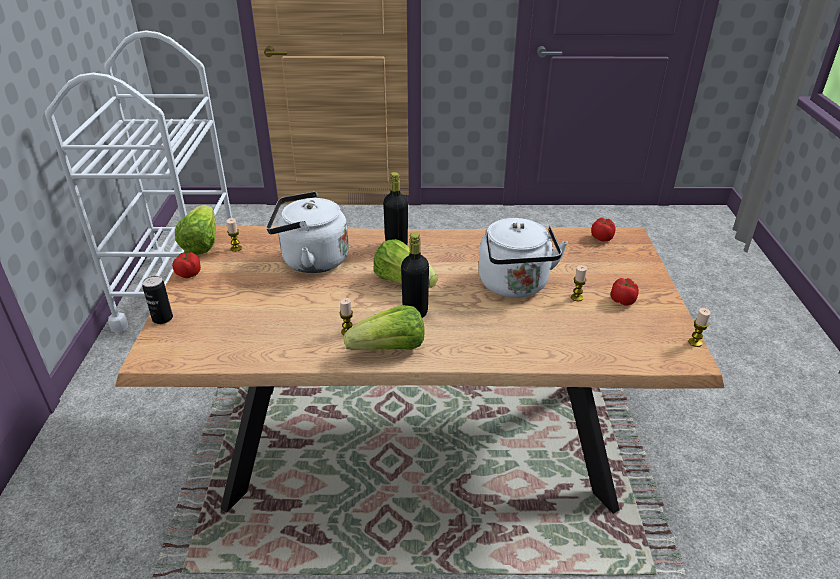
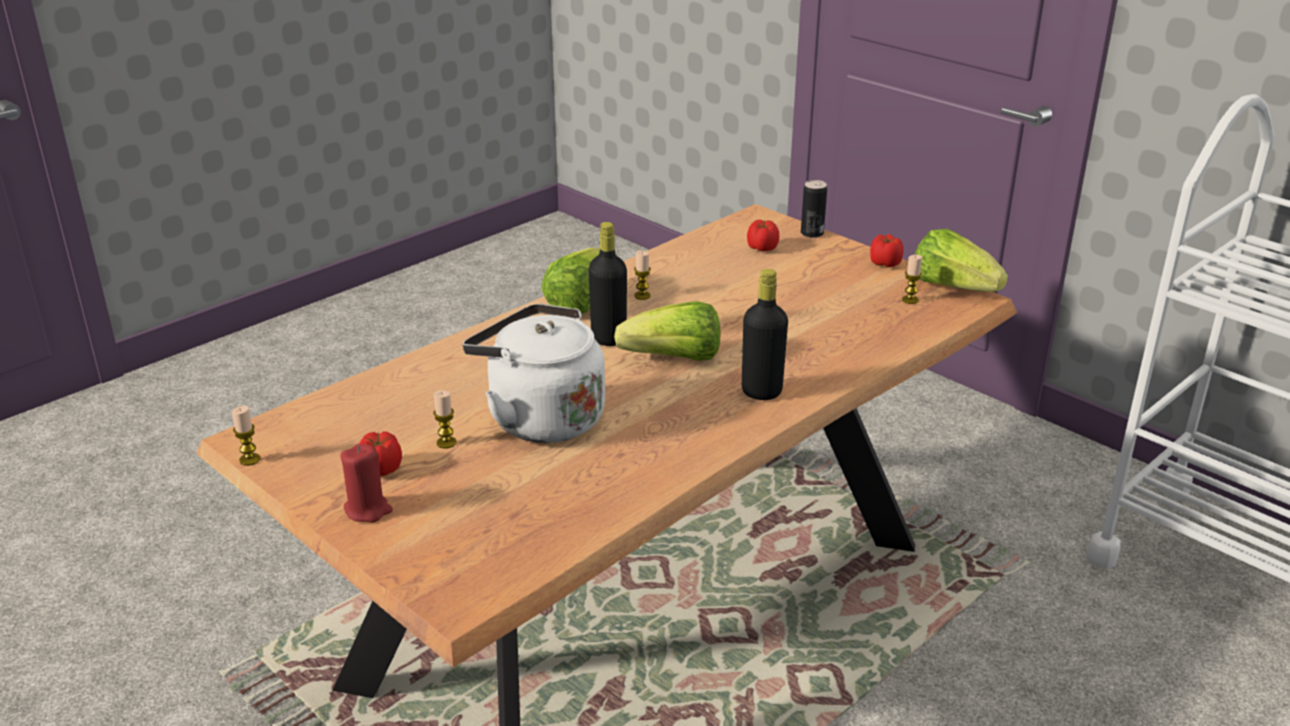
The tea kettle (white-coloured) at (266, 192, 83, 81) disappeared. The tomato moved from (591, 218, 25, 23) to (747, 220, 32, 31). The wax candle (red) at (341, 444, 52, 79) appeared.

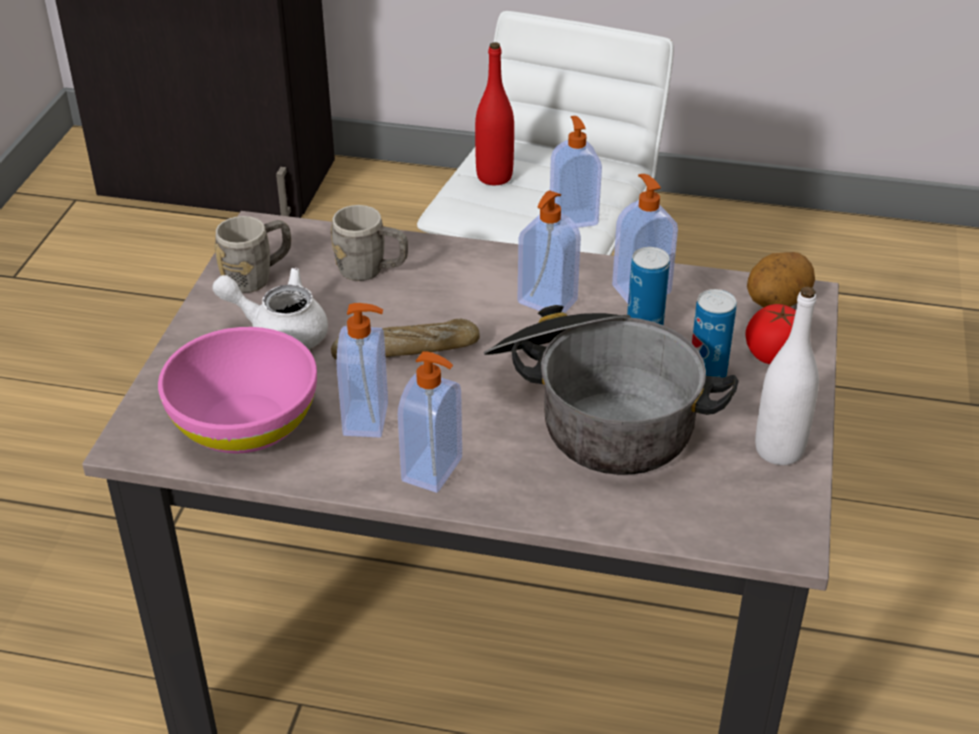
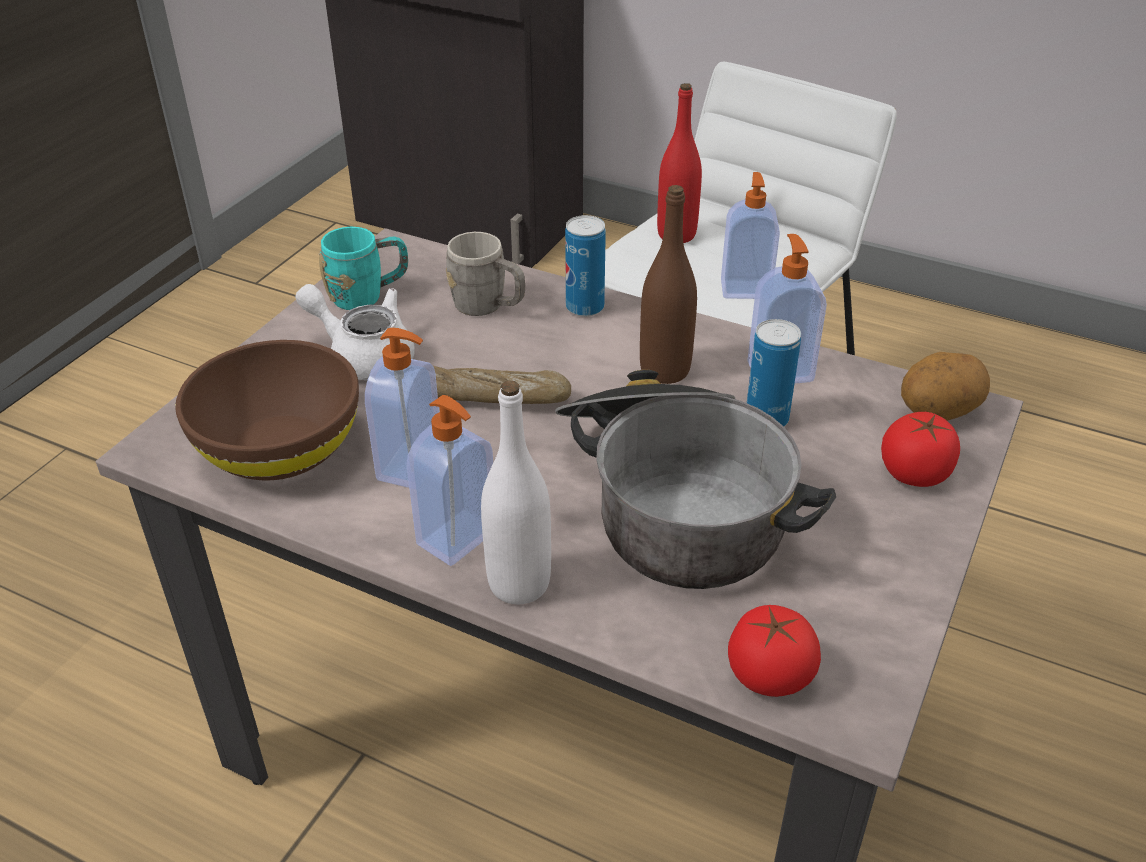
The soap bottle at (517, 190, 64, 123) was replaced by the beverage bottle (brownish) at (640, 185, 57, 199). The mug (grey) at (214, 216, 77, 77) became the mug (turquoise) at (319, 227, 89, 83). The beverage bottle (white-coloured) moved from (755, 287, 64, 178) to (481, 381, 70, 223). The metal can moved from (692, 289, 44, 89) to (565, 215, 41, 102). The serving bowl (pink) at (158, 327, 159, 126) became the serving bowl (brownish) at (175, 340, 184, 140). The tomato at (728, 605, 93, 92) appeared.

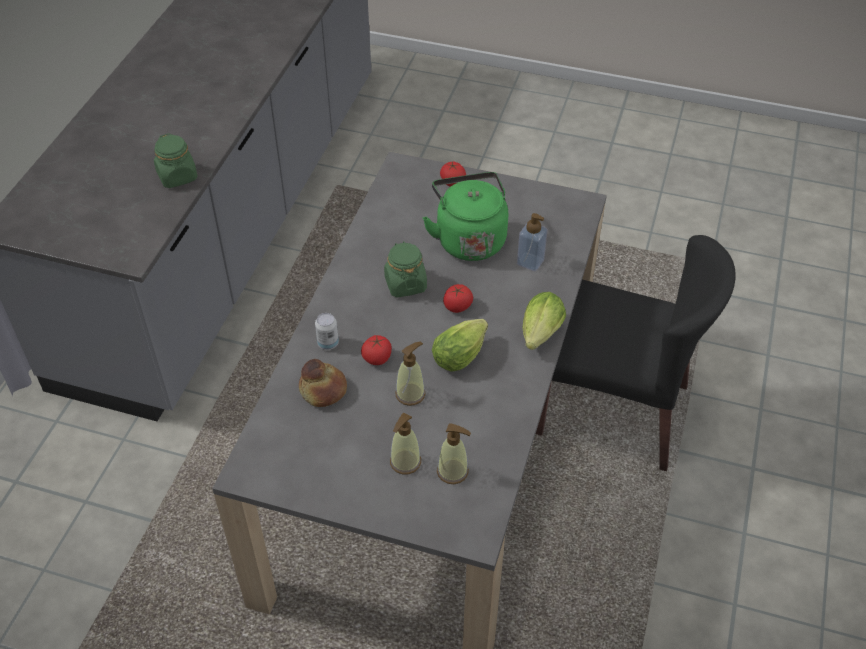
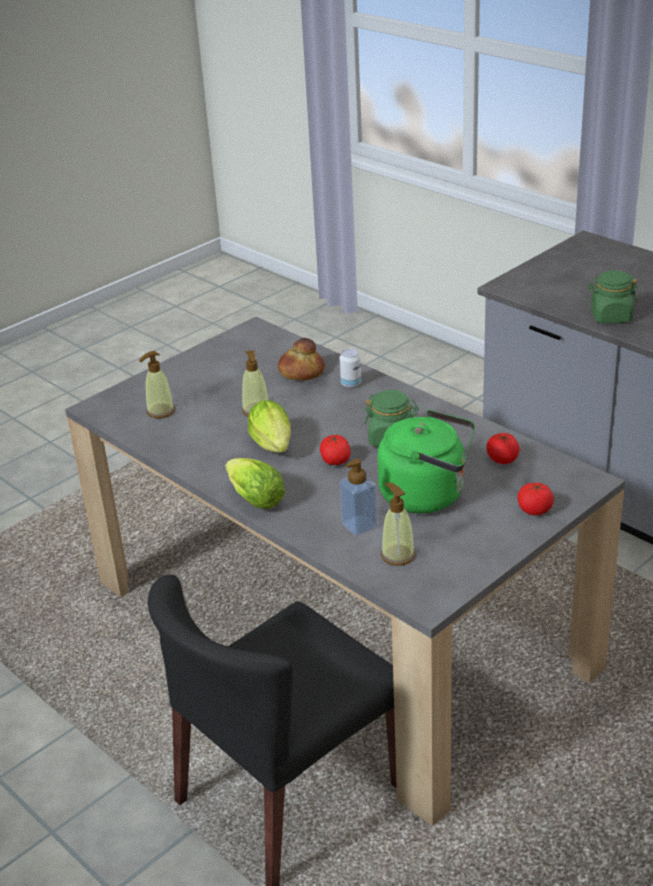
The tomato moved from (361, 335, 31, 30) to (486, 433, 34, 31). The soap bottle moved from (390, 413, 31, 61) to (381, 482, 34, 84).

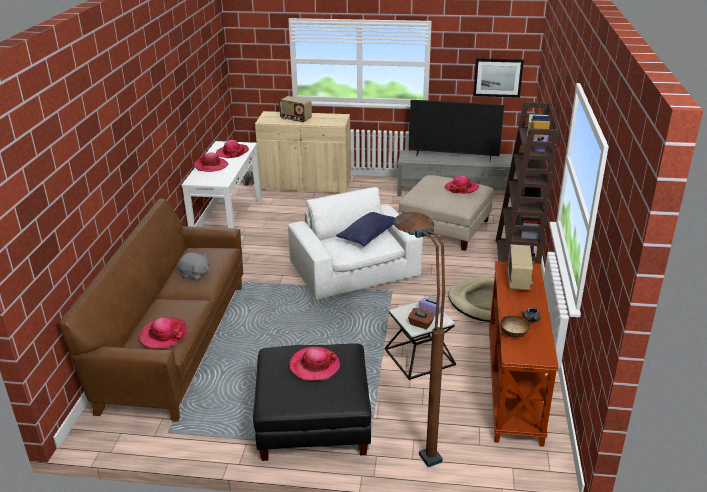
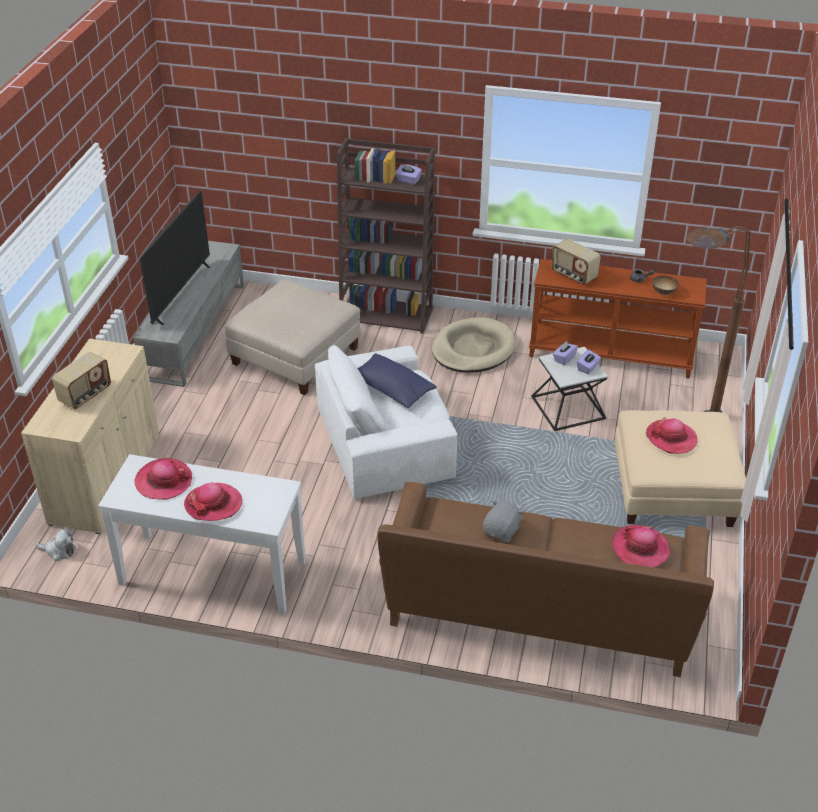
The wall art at (473, 58, 51, 40) disappeared. The wearable hat at (445, 175, 34, 19) disappeared. The radio set at (508, 244, 25, 46) turned 150 degrees counterclockwise. The box of tissues (brownish) at (408, 308, 27, 21) became the box of tissues (purple-coloured) at (577, 350, 24, 24). The footrest (black) at (253, 343, 118, 118) became the footrest (beige-coloured) at (615, 410, 131, 117).

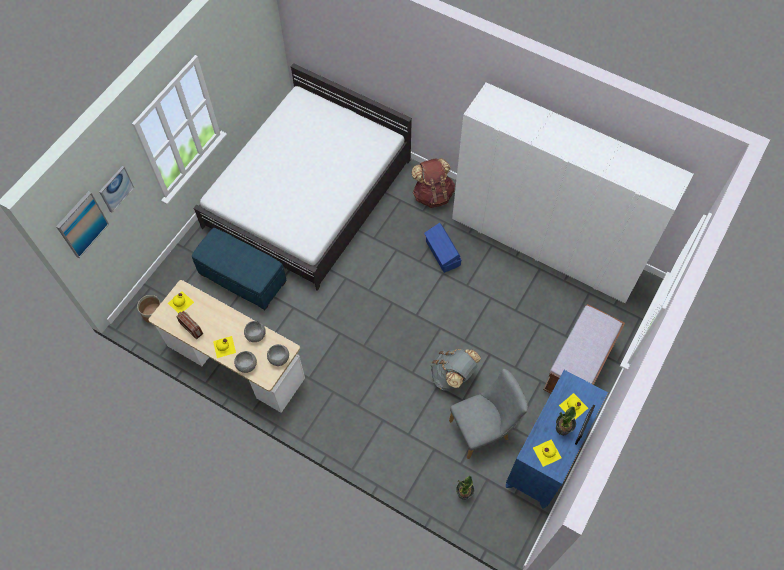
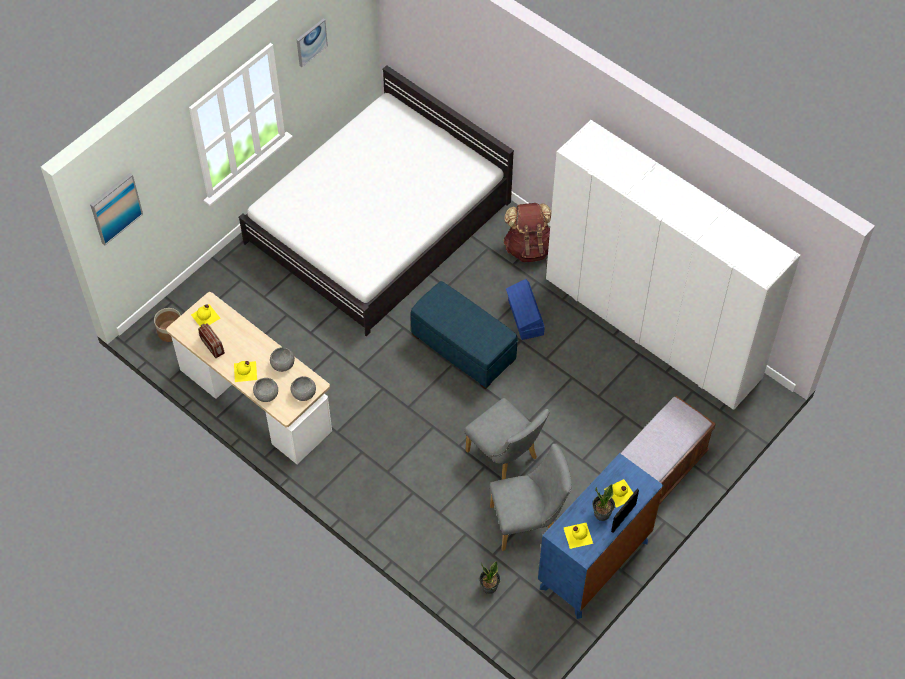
The wall art moved from (99, 166, 35, 46) to (297, 18, 31, 49). The footrest (blue) moved from (192, 228, 94, 82) to (411, 281, 107, 109). The knapsack (grey) at (431, 349, 50, 42) was replaced by the upright chair (grey) at (465, 398, 85, 82).

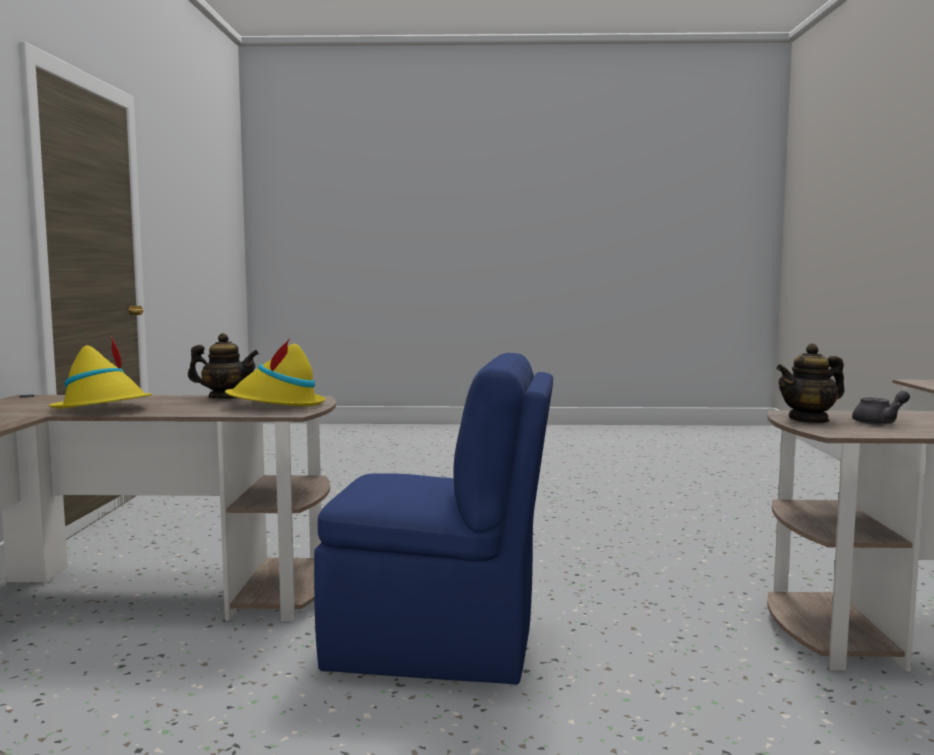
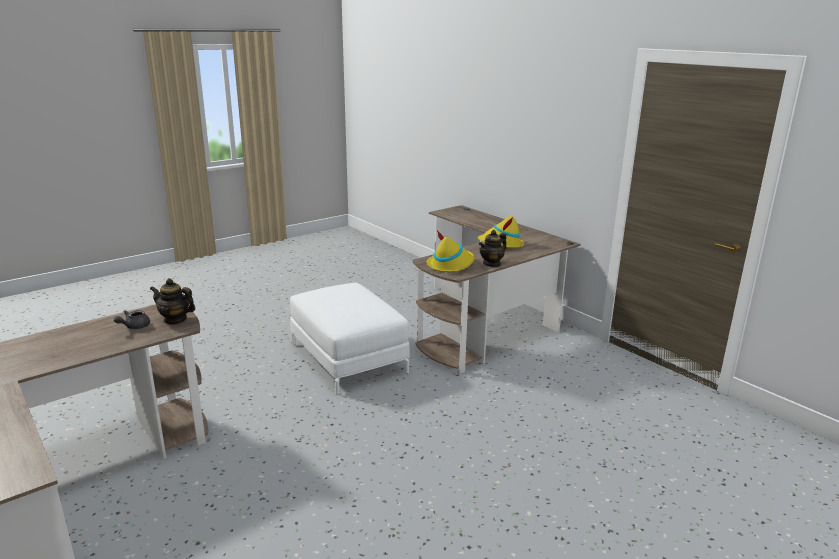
The pot for tea at (776, 343, 69, 80) turned 105 degrees counterclockwise. The upright chair (blue) at (314, 353, 239, 332) was replaced by the footrest (white-coloured) at (290, 283, 120, 111).

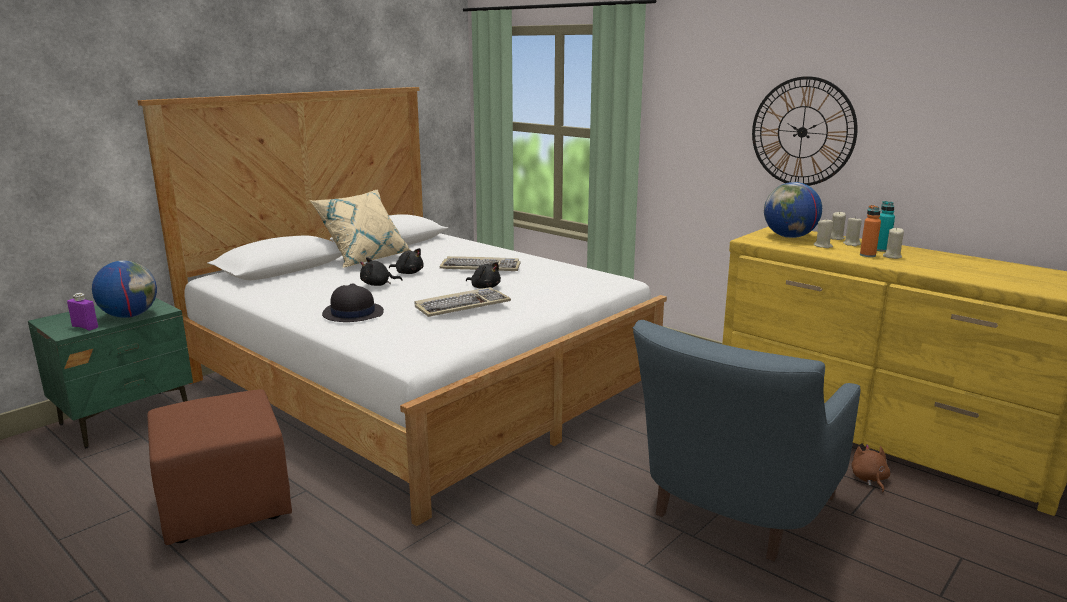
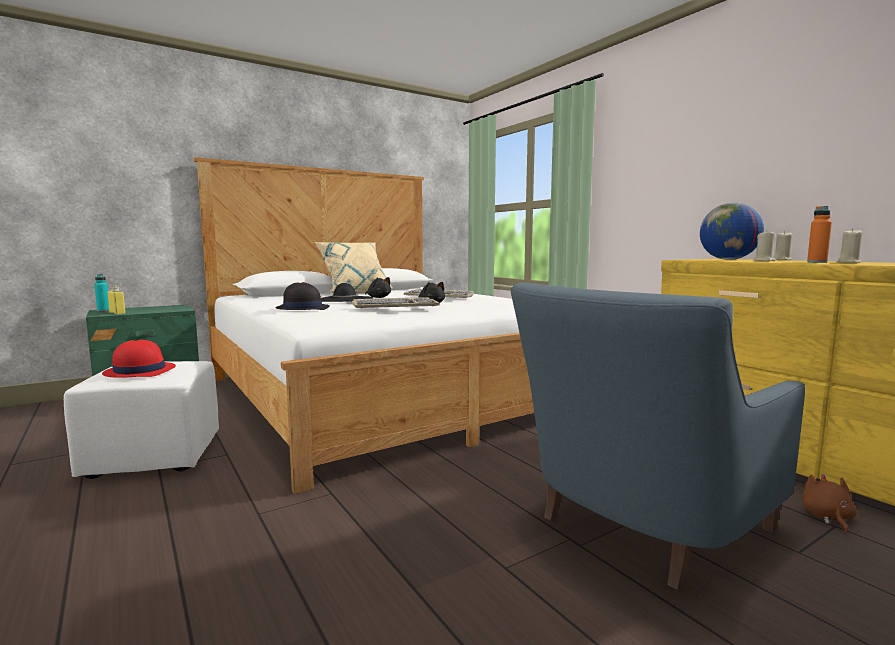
The wall clock at (752, 76, 106, 110) disappeared. The beverage bottle (turquoise) moved from (877, 201, 18, 51) to (94, 274, 15, 37). The wax candle (beige-coloured) at (843, 216, 19, 30) disappeared. The plush toy (black) at (360, 257, 42, 29) was replaced by the wearable hat (black) at (321, 283, 52, 19). The globe at (92, 260, 65, 58) disappeared. The beverage bottle (purple-coloured) at (67, 293, 31, 38) became the beverage bottle (yellow) at (108, 286, 17, 29). The footrest (brownish) at (147, 389, 145, 156) became the footrest (white-coloured) at (64, 361, 155, 118). The wearable hat (red) at (102, 340, 74, 38) appeared.

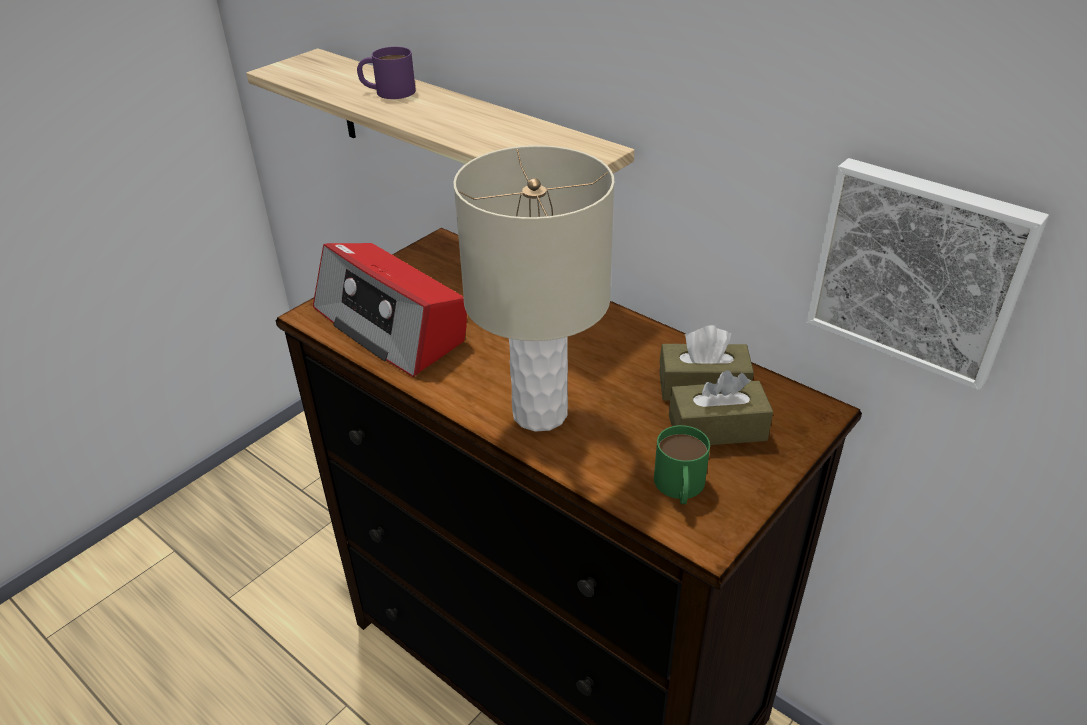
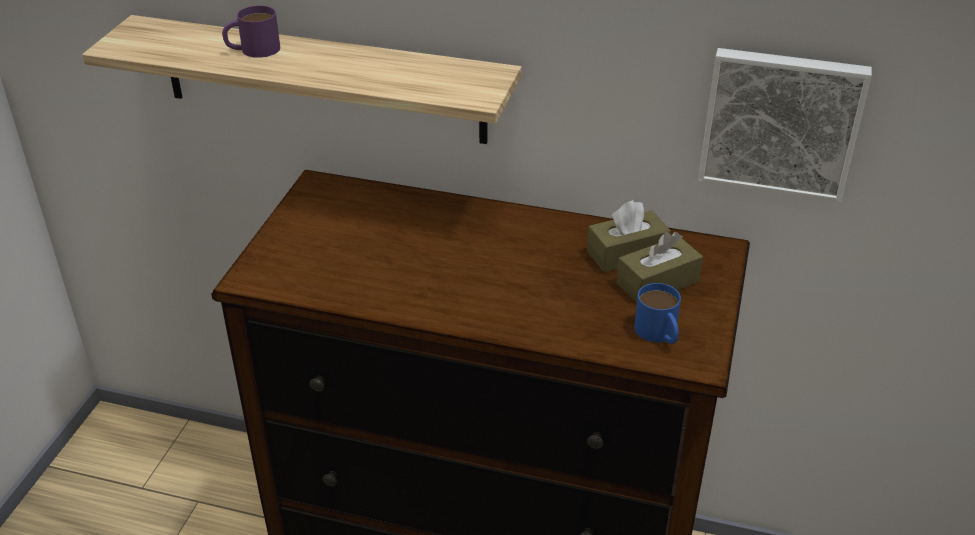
The table lamp (beige-coloured) at (453, 145, 161, 287) disappeared. The radio set at (313, 243, 154, 134) disappeared. The mug (green) at (654, 425, 56, 79) became the mug (blue) at (634, 283, 47, 61).

